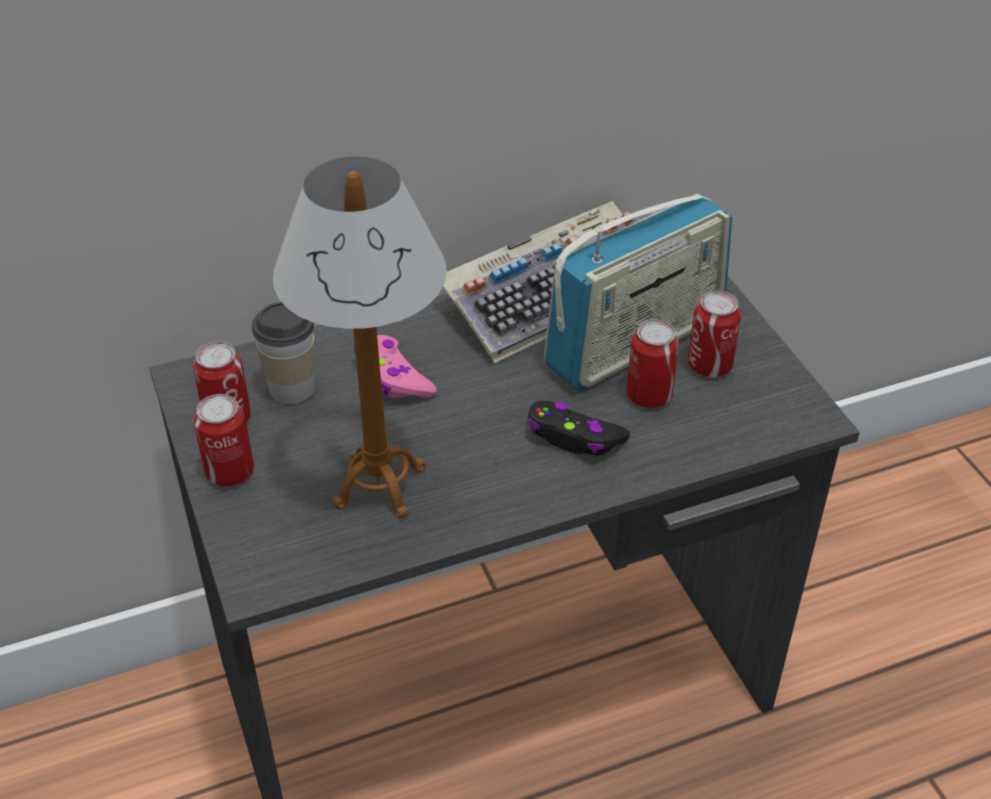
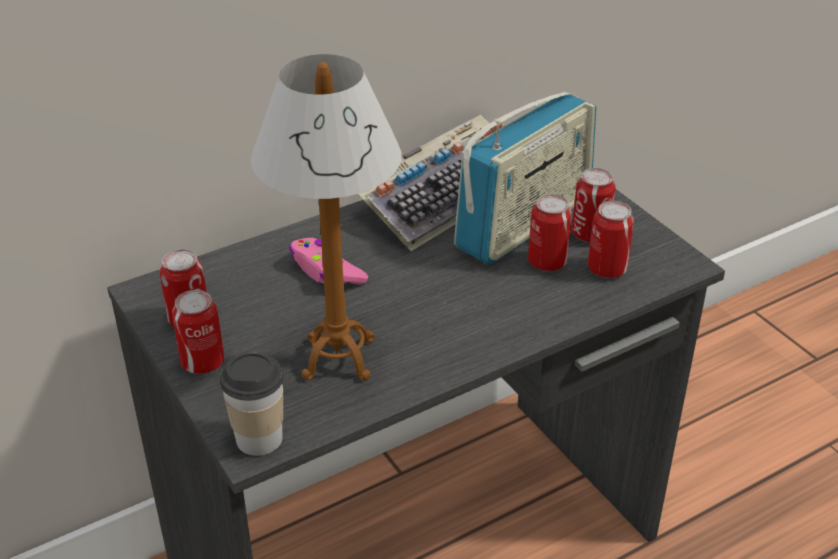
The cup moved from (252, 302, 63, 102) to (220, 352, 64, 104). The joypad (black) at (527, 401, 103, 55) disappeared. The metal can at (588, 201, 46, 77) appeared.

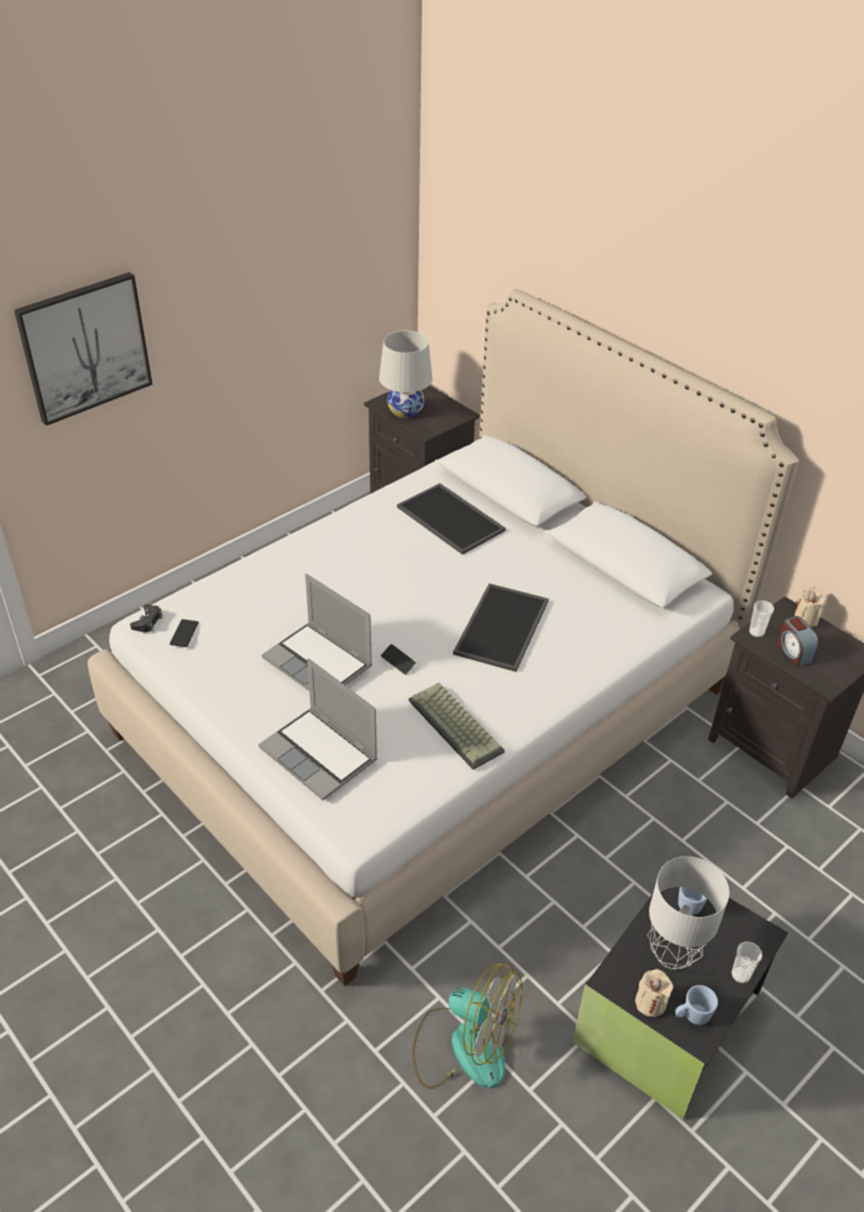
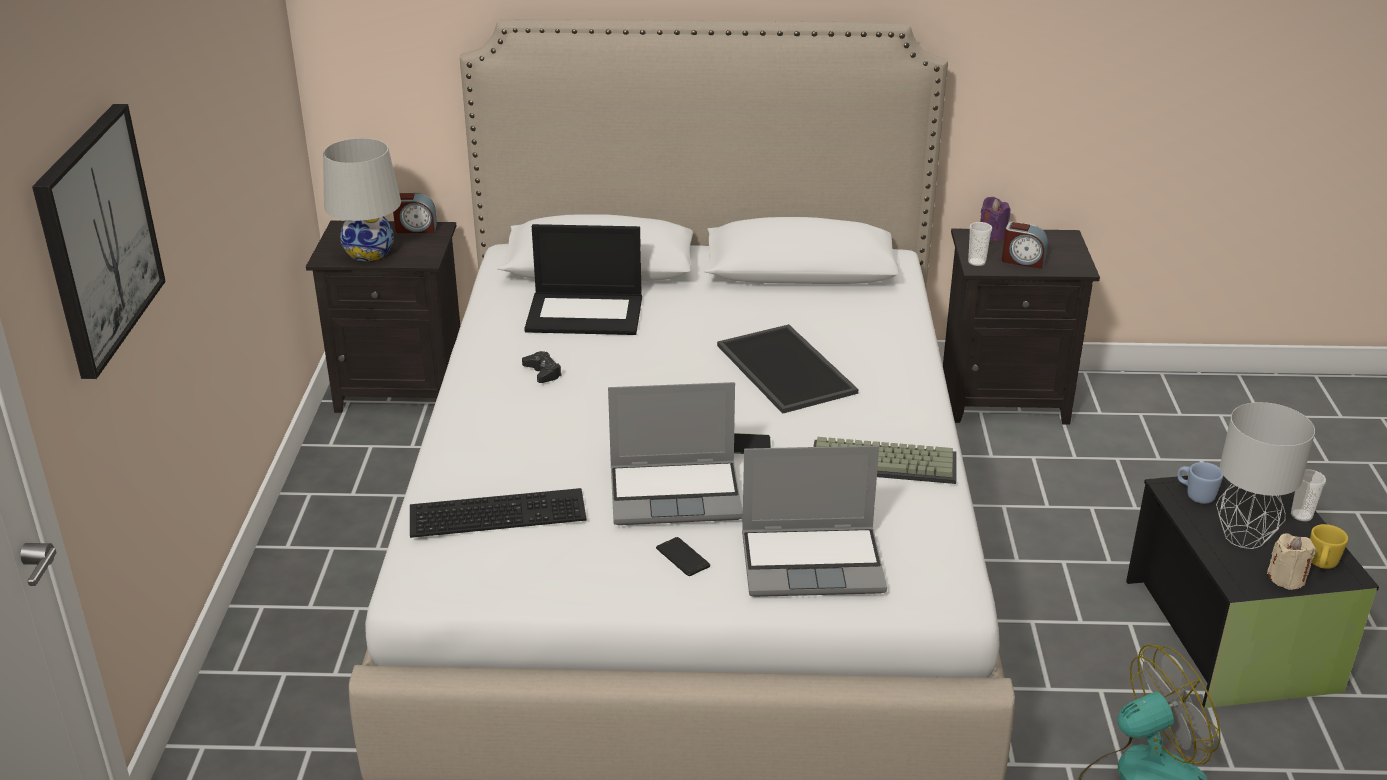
The tray at (397, 483, 109, 72) was replaced by the laptop at (524, 224, 118, 111). The wax candle (beige-coloured) at (794, 587, 31, 40) became the wax candle (purple-coloured) at (980, 197, 30, 44). The joypad (black) moved from (130, 604, 33, 28) to (522, 351, 40, 32). The handset moved from (170, 619, 29, 28) to (656, 537, 54, 39). The mug (blue) at (675, 985, 43, 40) became the mug (yellow) at (1310, 524, 38, 45). The bedside clock at (393, 193, 44, 40) appeared. The keyboard at (410, 488, 177, 50) appeared.

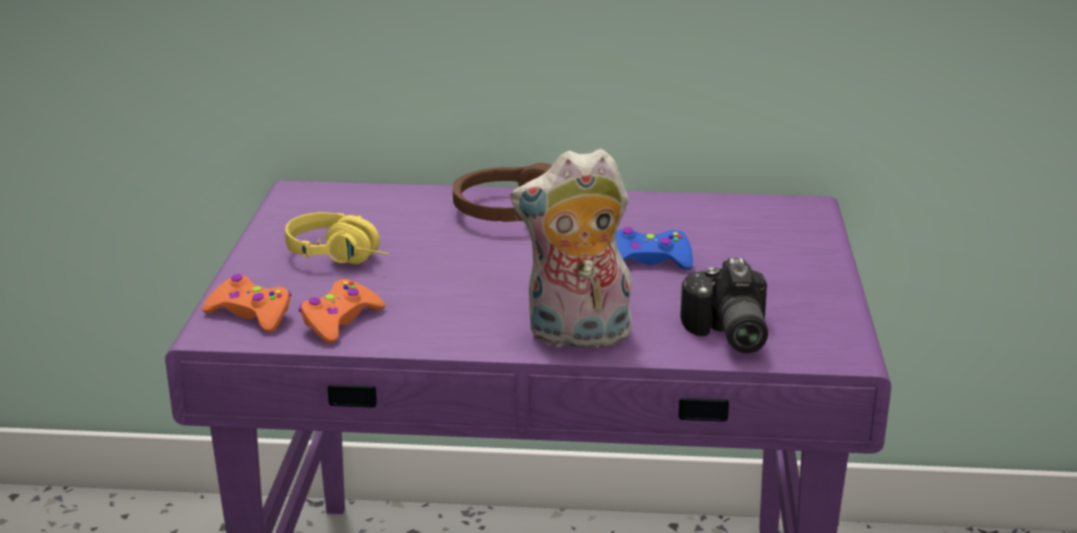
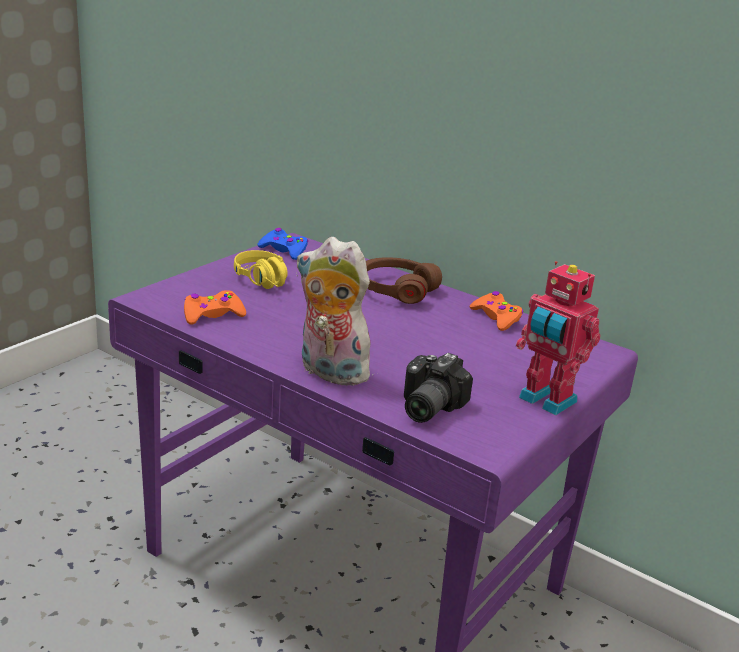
The joypad (blue) moved from (616, 227, 77, 43) to (257, 228, 51, 32). The joypad (orange) moved from (202, 274, 90, 59) to (470, 291, 53, 40). The model robot at (516, 261, 85, 154) appeared.

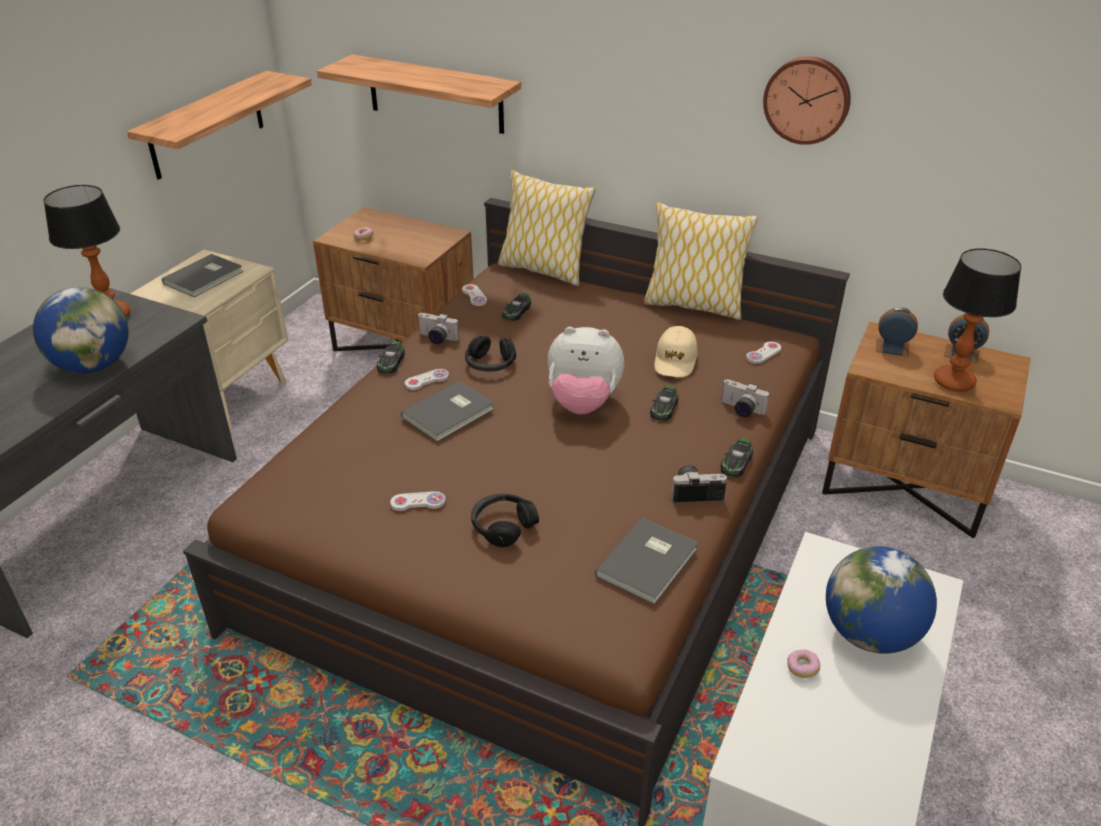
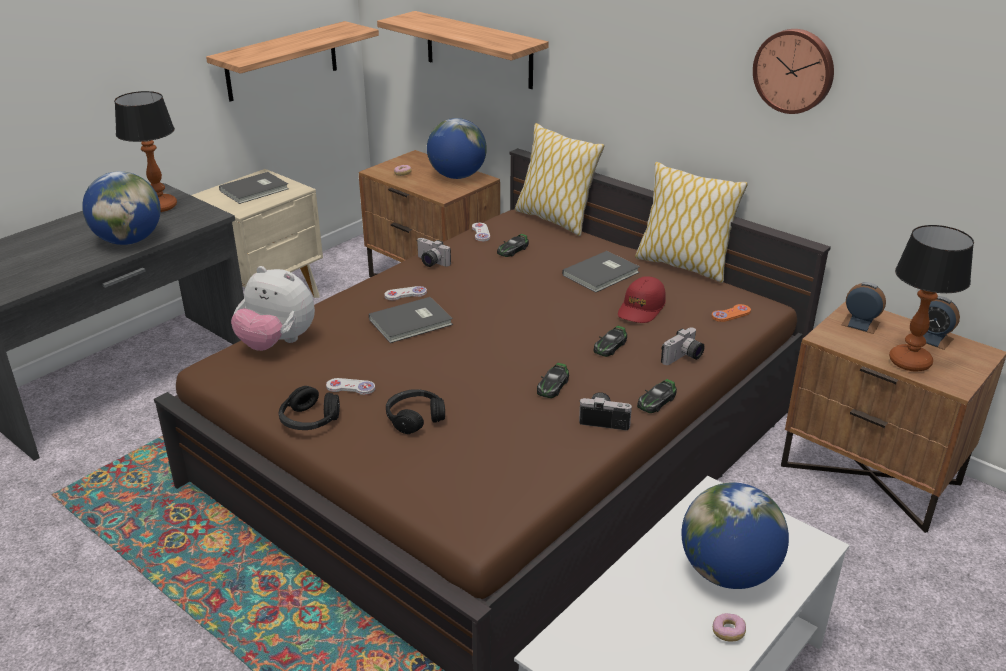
The cap (beige-coloured) at (654, 326, 43, 51) became the cap (red) at (618, 276, 48, 47). The plush toy moved from (547, 327, 77, 87) to (231, 266, 84, 85). The headset (black) moved from (465, 336, 51, 35) to (279, 386, 61, 44). The model car moved from (377, 341, 28, 33) to (537, 363, 32, 35). The joypad (white-coloured) at (746, 341, 35, 23) became the joypad (orange) at (711, 304, 40, 18). The still camera at (721, 379, 48, 38) turned 90 degrees counterclockwise. The volume (grey) moved from (595, 518, 103, 87) to (562, 251, 78, 42). The donut moved from (787, 650, 33, 28) to (713, 613, 33, 29). The globe at (427, 118, 60, 61) appeared.

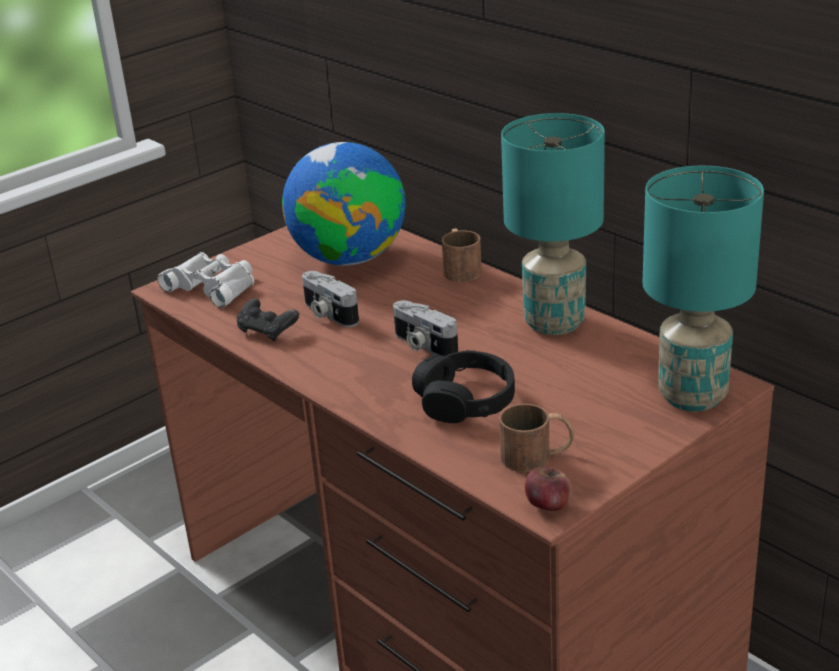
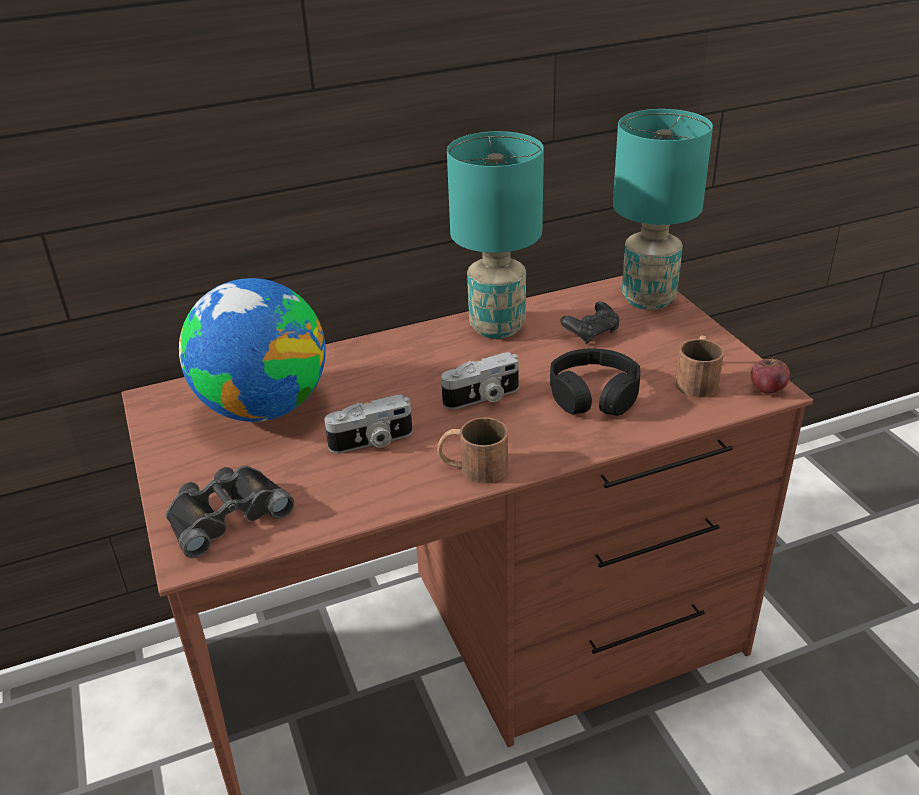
The mug (brownish) moved from (442, 228, 40, 54) to (437, 417, 71, 67). The pair of binoculars (white-coloured) at (158, 252, 96, 56) became the pair of binoculars (black) at (166, 466, 128, 92). The joypad (black) moved from (237, 298, 62, 43) to (560, 301, 59, 43).

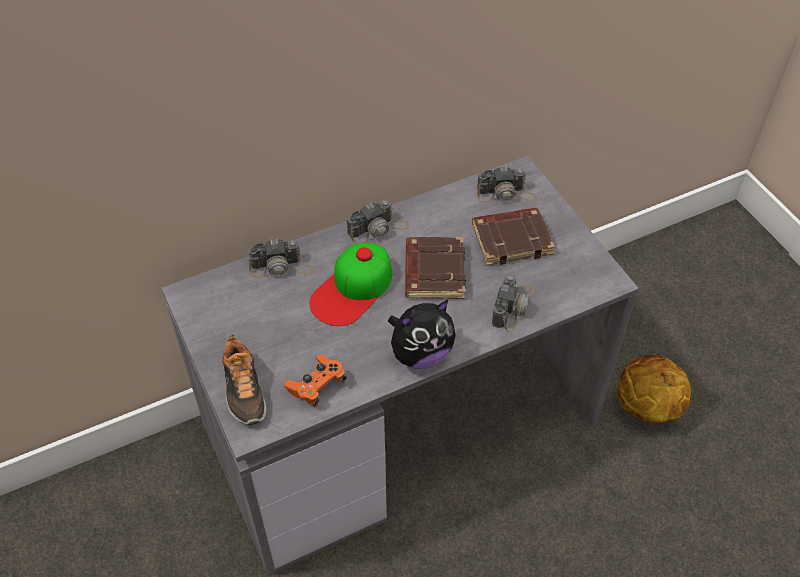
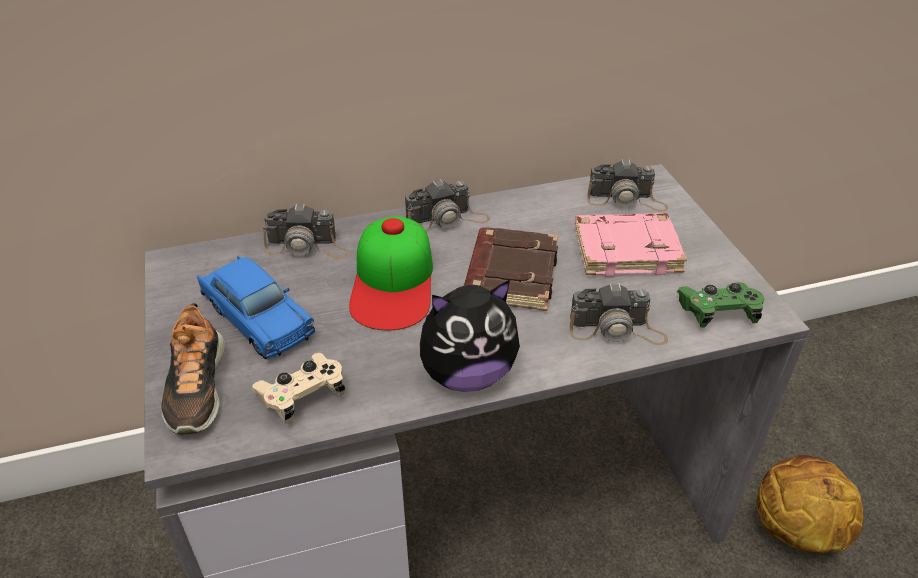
The volume (brownish) at (472, 207, 83, 59) became the volume (pink) at (575, 213, 112, 64). The cap at (309, 243, 83, 83) turned 45 degrees counterclockwise. The still camera at (492, 274, 43, 58) turned 60 degrees clockwise. The joypad (orange) at (284, 354, 63, 53) became the joypad (beige-coloured) at (252, 353, 93, 71). The model car (blue) at (197, 255, 118, 104) appeared. The joypad (green) at (677, 282, 87, 46) appeared.

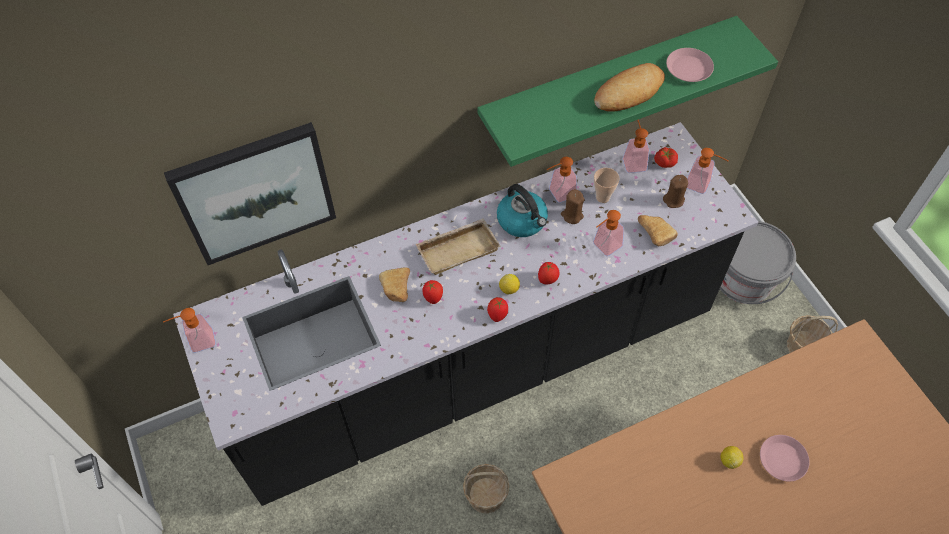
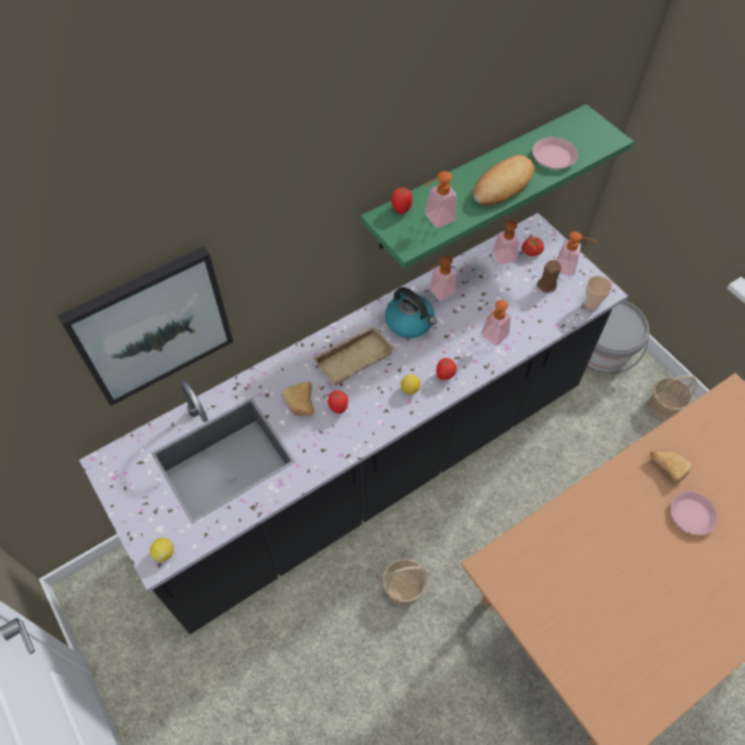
The cup moved from (594, 168, 26, 35) to (585, 276, 27, 34). The wax candle (brownish) at (561, 189, 23, 35) disappeared. The bakery bread moved from (638, 215, 40, 31) to (650, 450, 42, 33). The tomato moved from (487, 297, 21, 25) to (391, 188, 22, 26). The soap bottle moved from (163, 308, 53, 45) to (423, 171, 34, 57). The citrus fruit moved from (720, 446, 23, 23) to (150, 538, 24, 24).

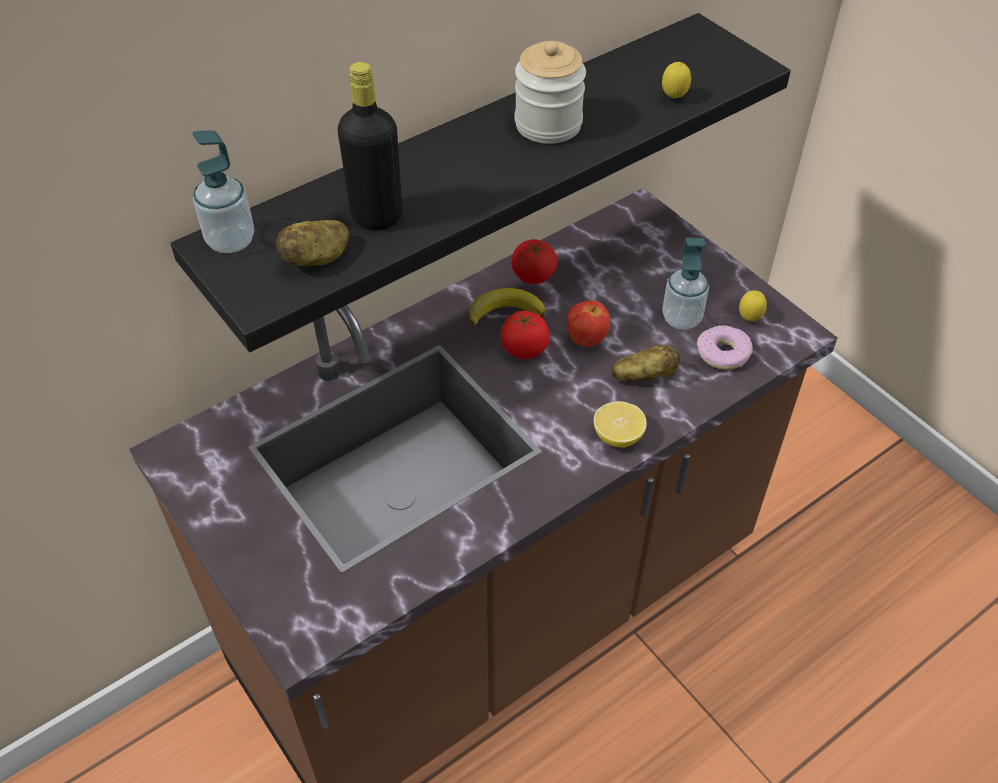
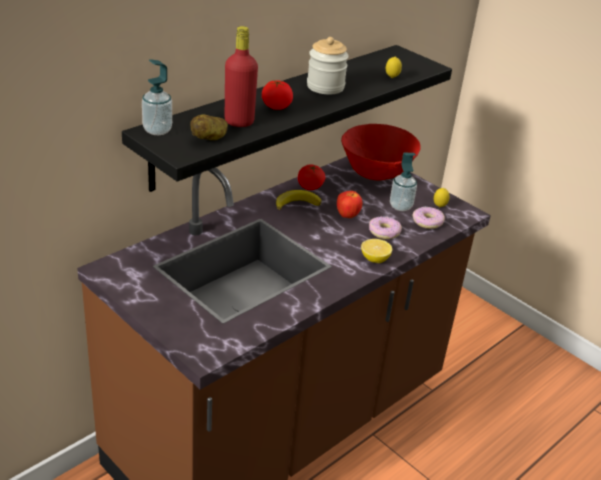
The beverage bottle (black) at (338, 62, 65, 168) became the beverage bottle (red) at (225, 26, 33, 101). The tomato moved from (500, 311, 50, 48) to (262, 80, 31, 30). The spud at (612, 345, 68, 37) was replaced by the donut at (369, 216, 33, 23). The serving bowl (red) at (341, 124, 80, 57) appeared.

